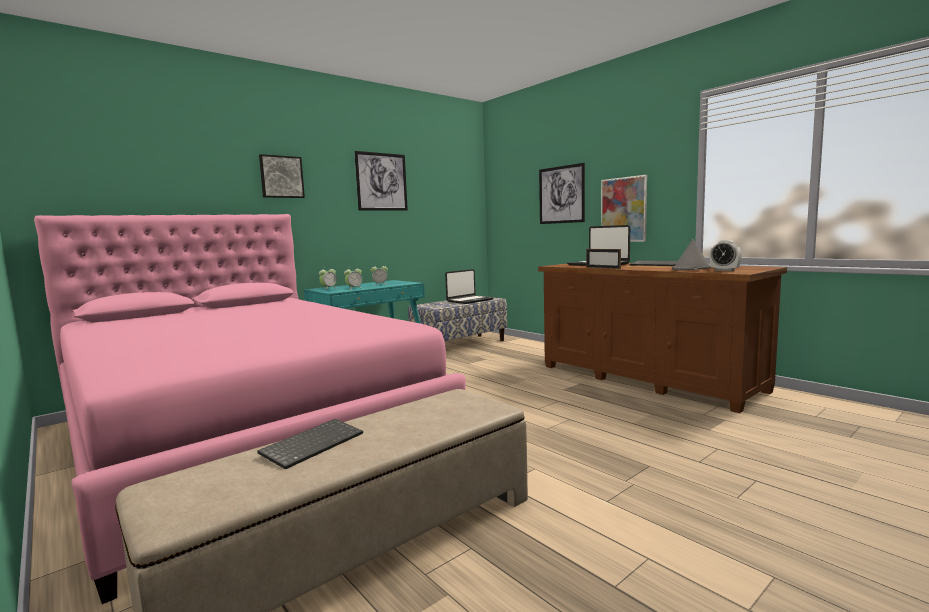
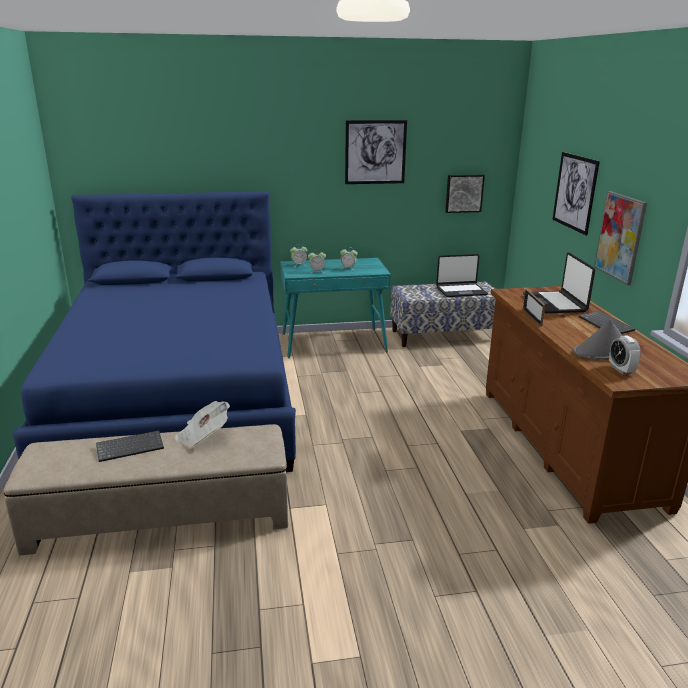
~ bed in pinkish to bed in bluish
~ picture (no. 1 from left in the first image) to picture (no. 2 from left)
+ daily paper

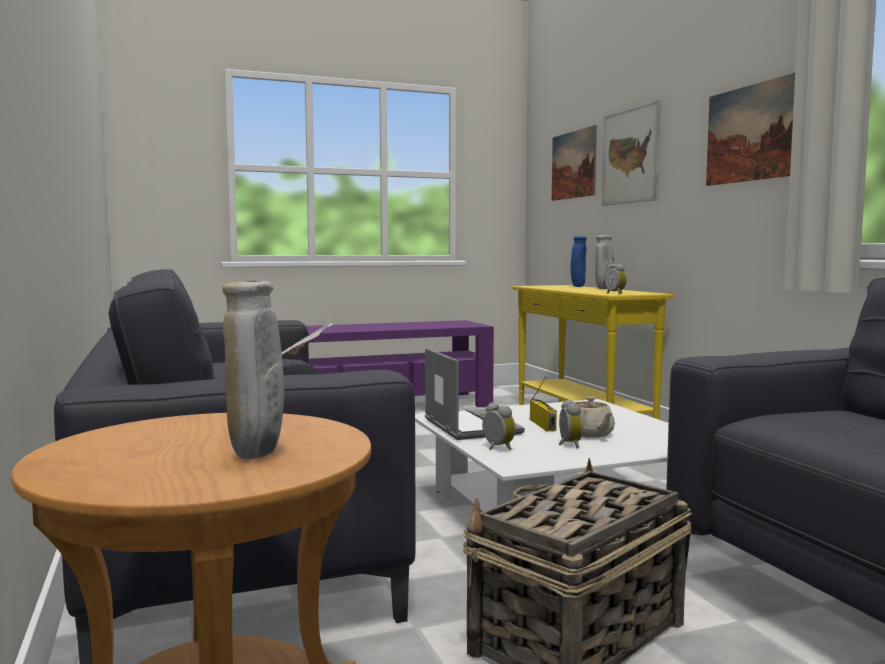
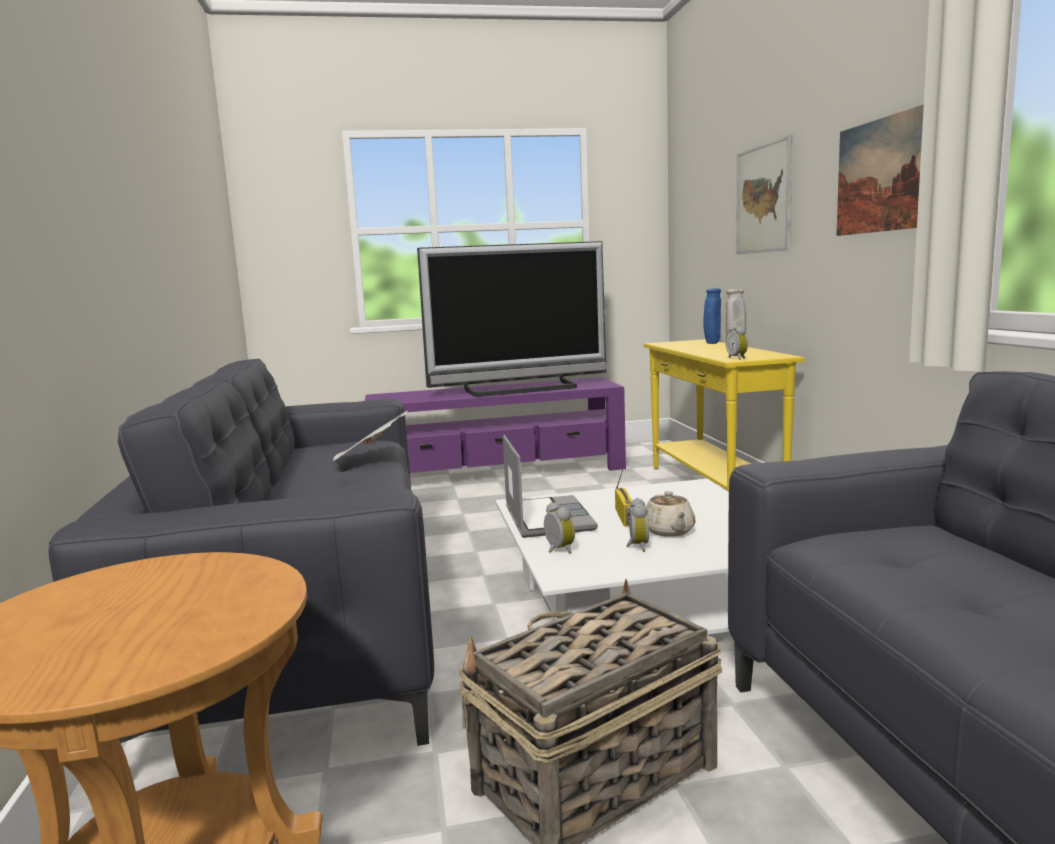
- decorative vase in sand-coloured (no. 1 from left)
- picture (no. 1 from left)
+ TV

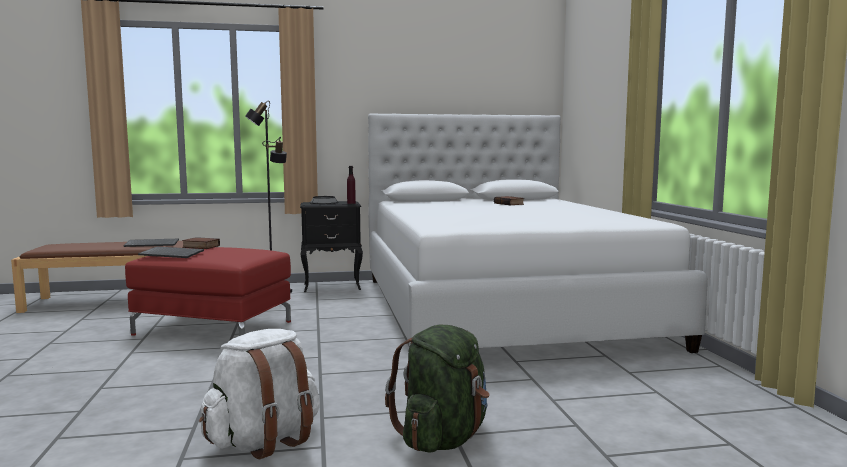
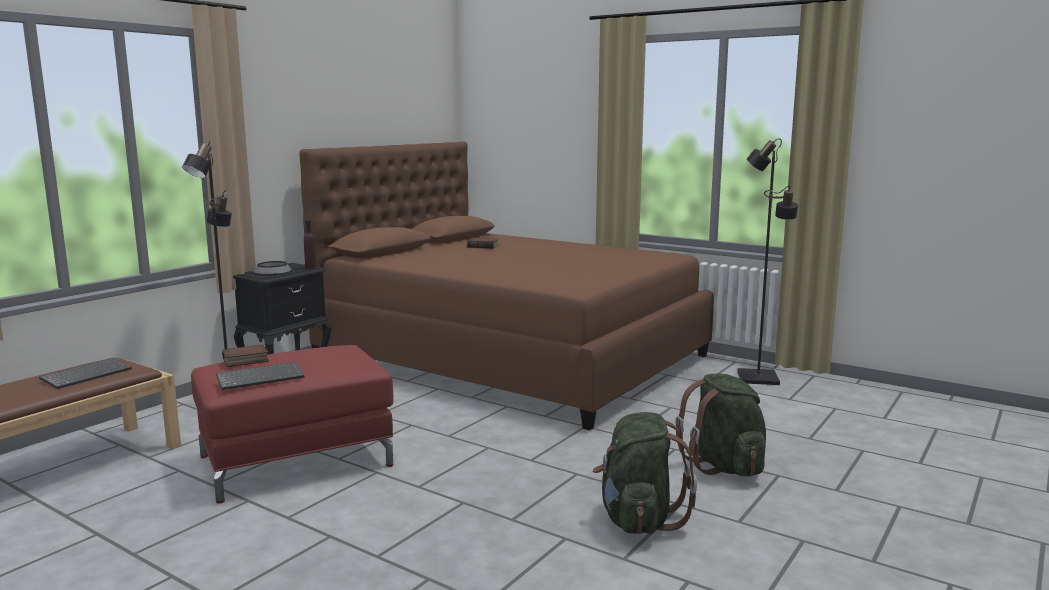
~ knapsack in white-coloured to knapsack in greenish (no. 1 from left)
~ bed in white-coloured to bed in brown-coloured
+ floor lamp in blackish (no. 2 from left)

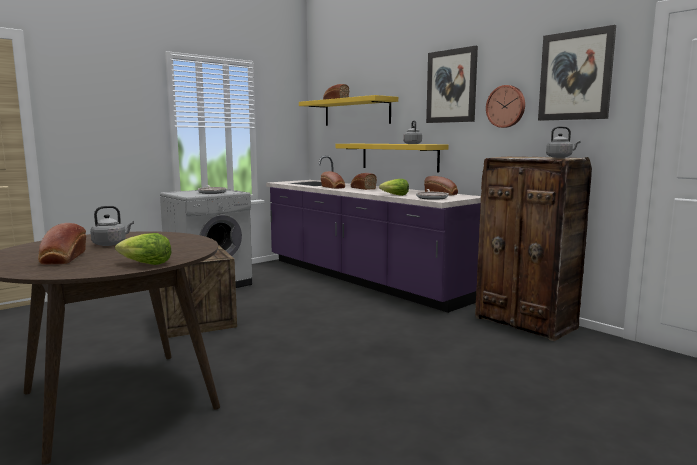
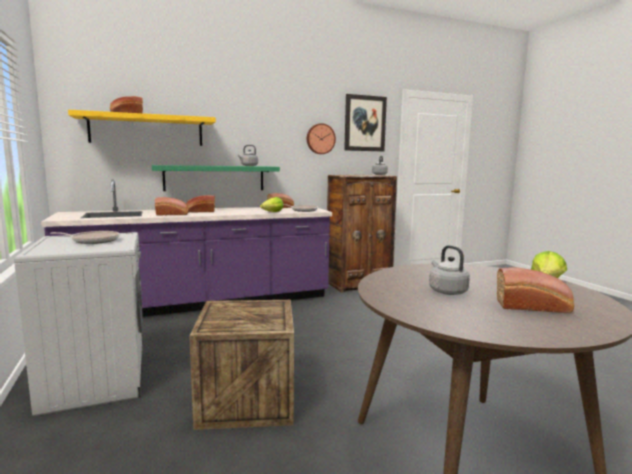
~ bracket shelf in yellow-coloured (no. 2 from left) to bracket shelf in greenish
- picture (no. 1 from left)

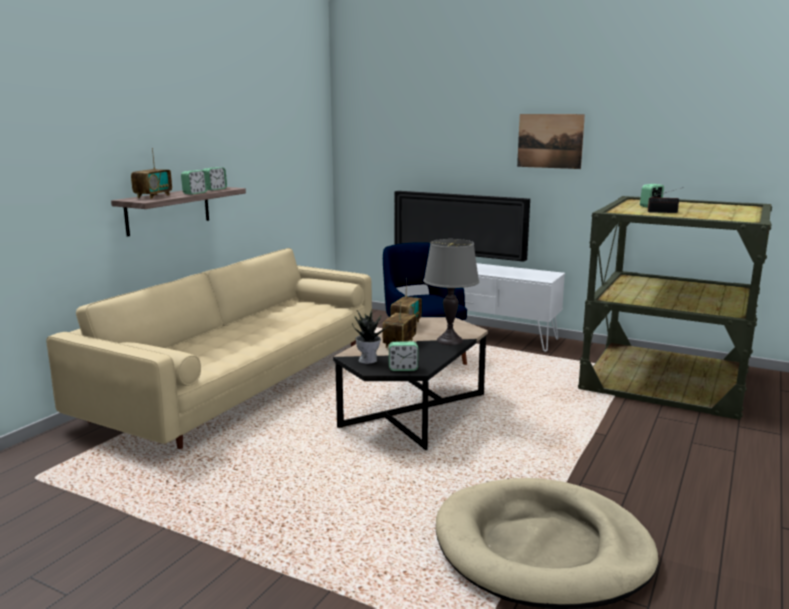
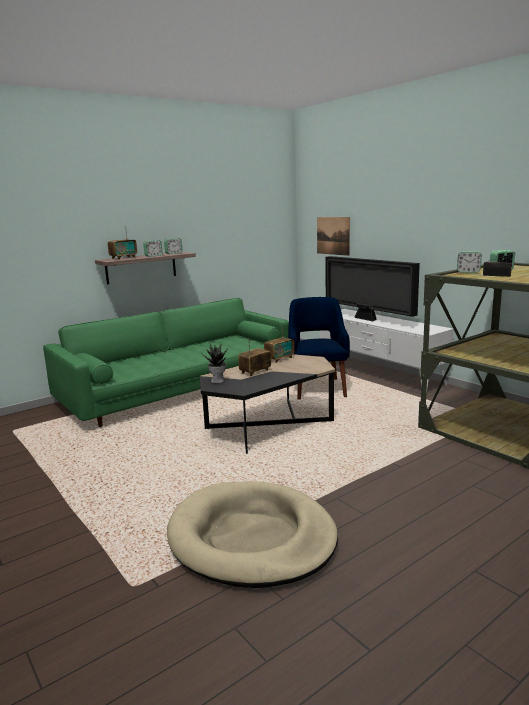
~ sofa in sand-coloured to sofa in greenish
~ table clock (no. 3 from left)
- table lamp in gray
~ picture

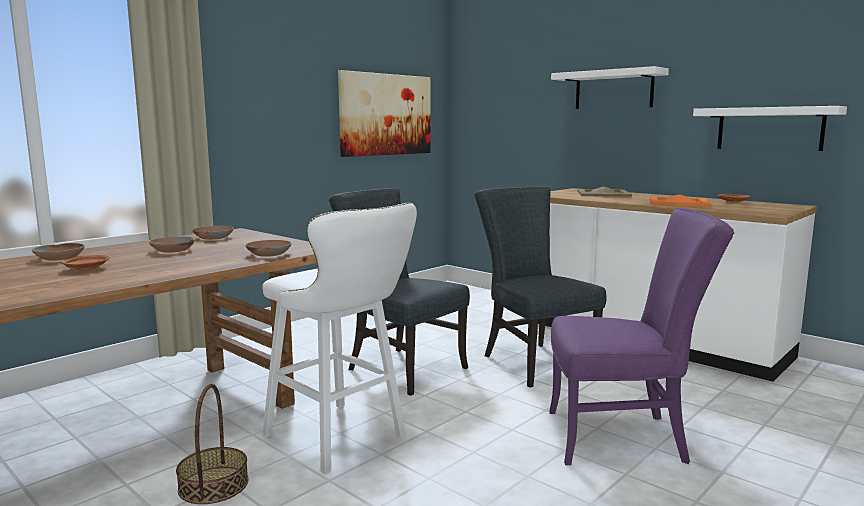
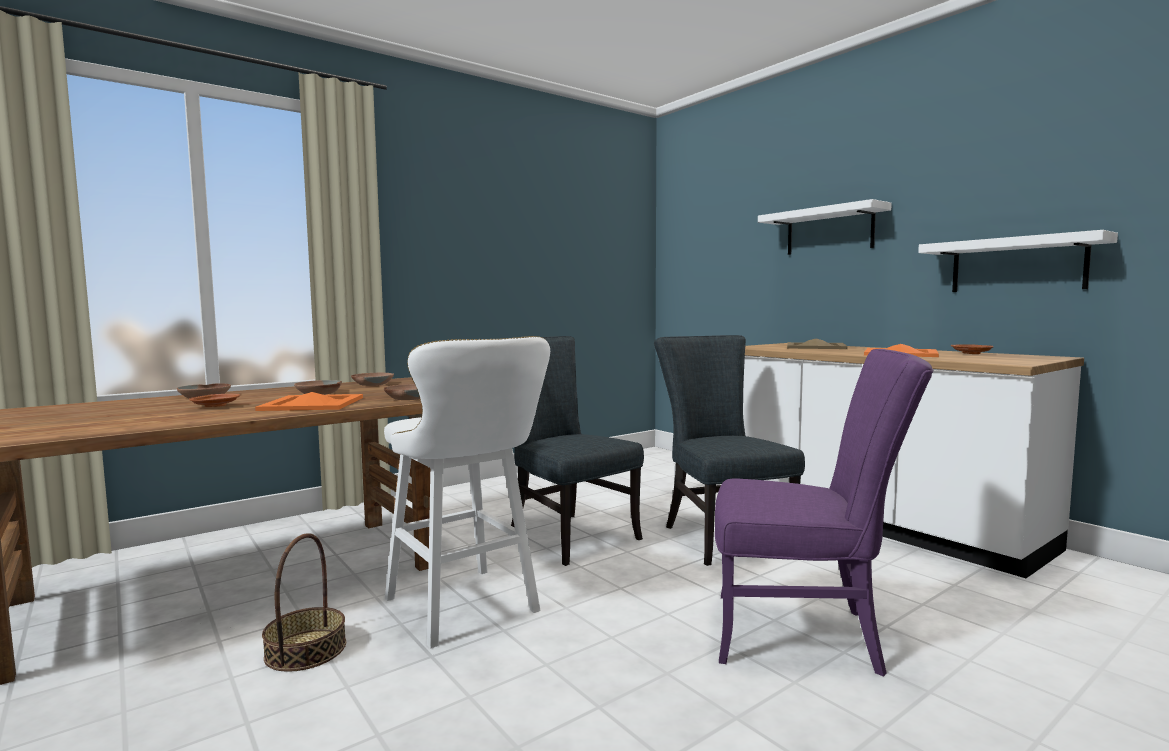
- picture
+ carrying tray in orangey (no. 1 from left)

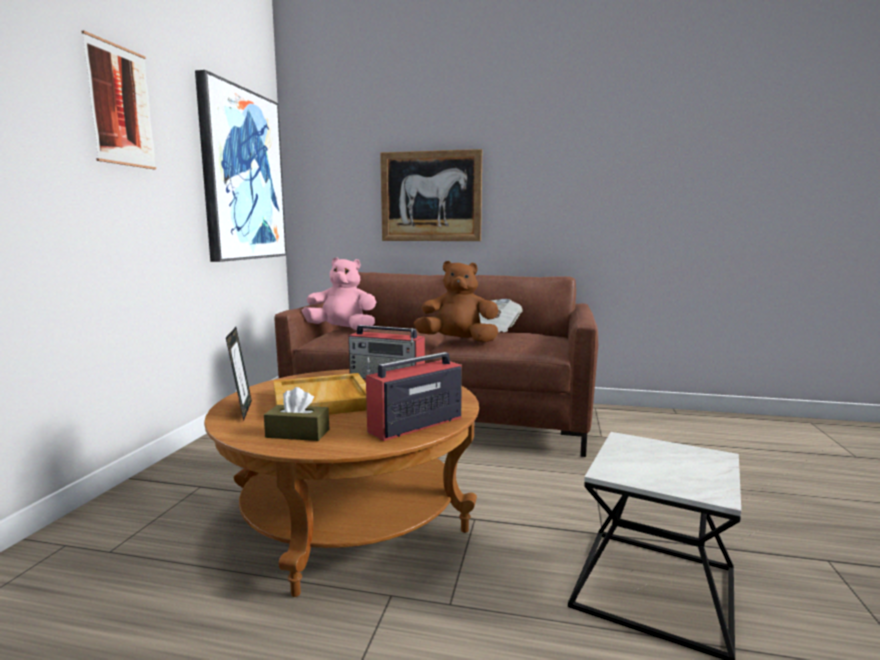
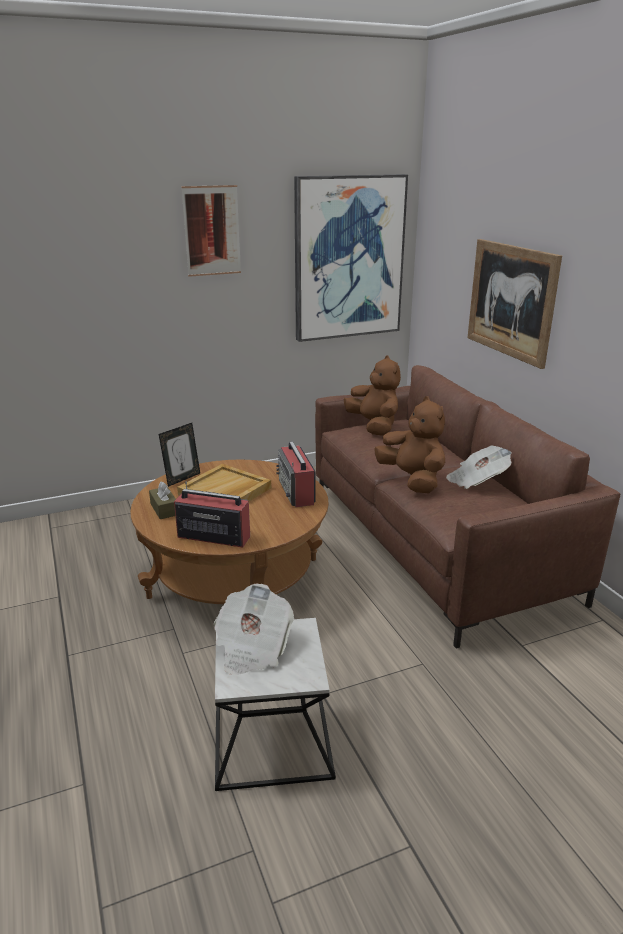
~ soft toy in pinkish to soft toy in brown-coloured (no. 1 from left)
+ daily paper (no. 1 from left)

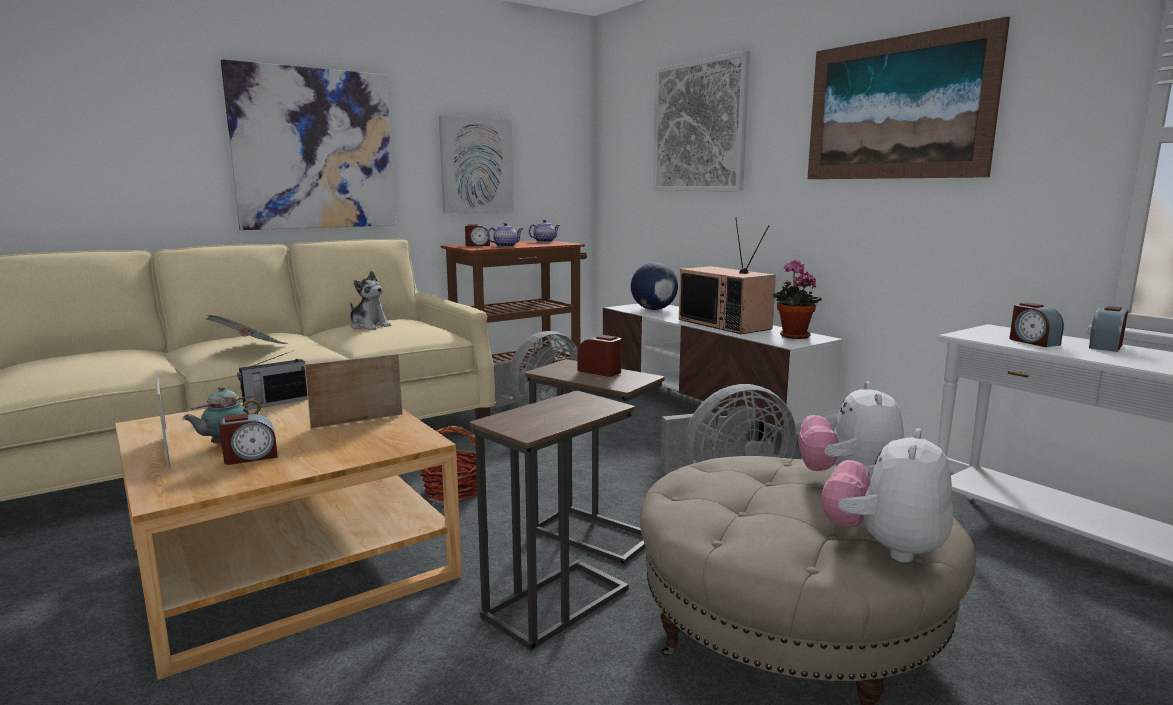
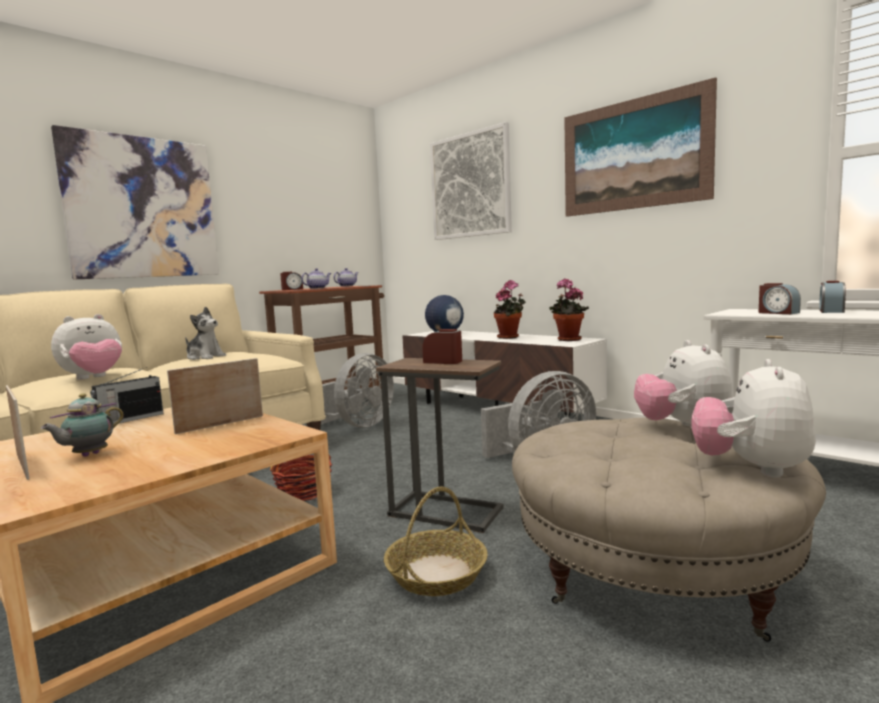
~ daily paper to soft toy (no. 1 from left)
- table clock (no. 1 from left)
- picture (no. 2 from left)
~ end table in brown-coloured (no. 1 from left) to basket (no. 2 from left)
~ TV to plant in a pot (no. 1 from left)

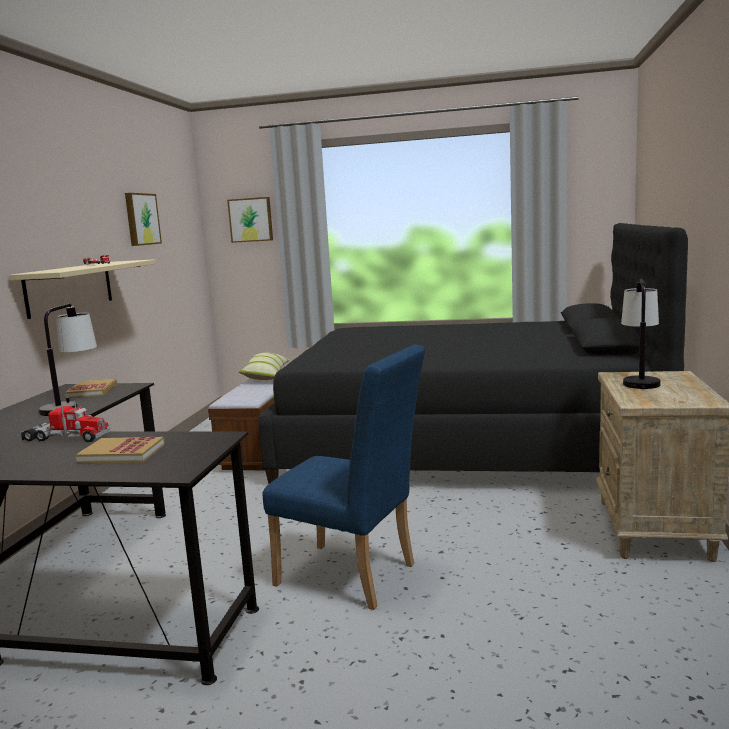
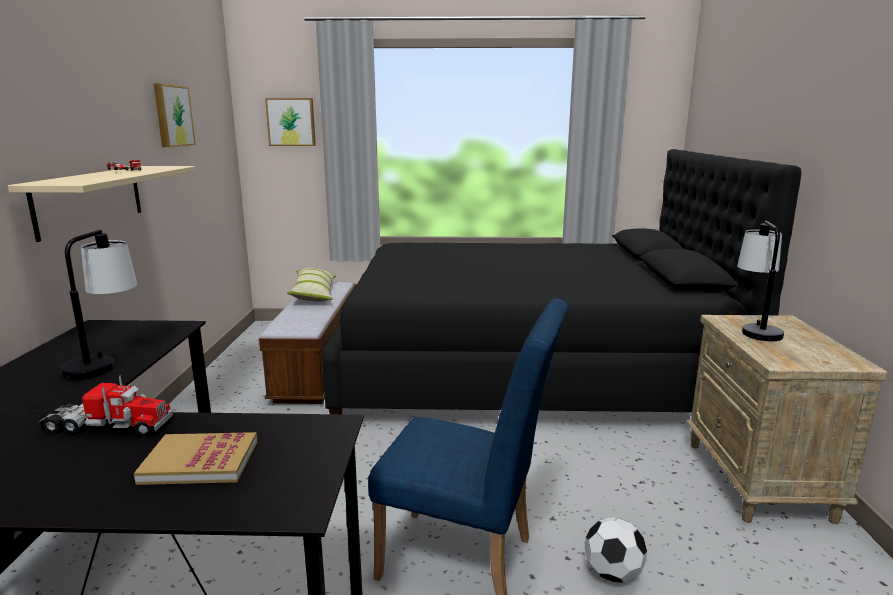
- volume (no. 1 from left)
+ football

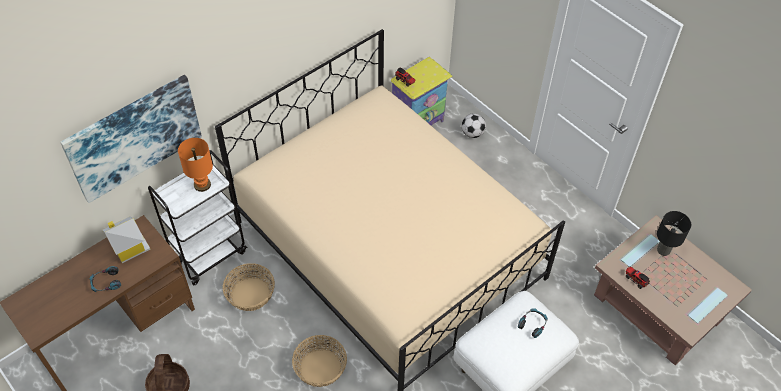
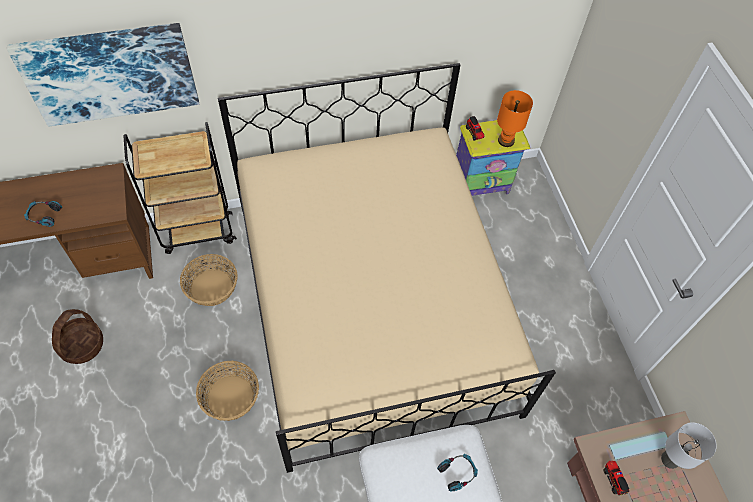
- model house
~ trolley in white-coloured to trolley in brown-coloured
~ table lamp in orangey
- football
~ table lamp in blackish to table lamp in white-coloured

